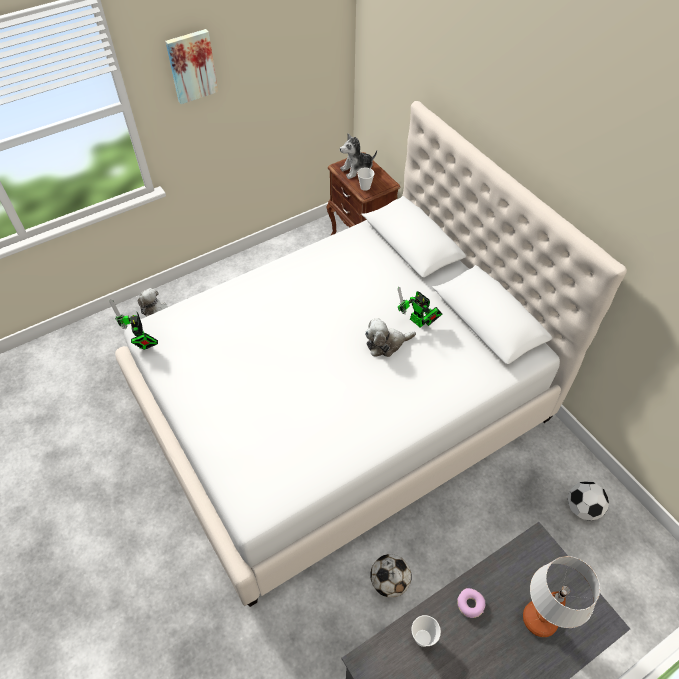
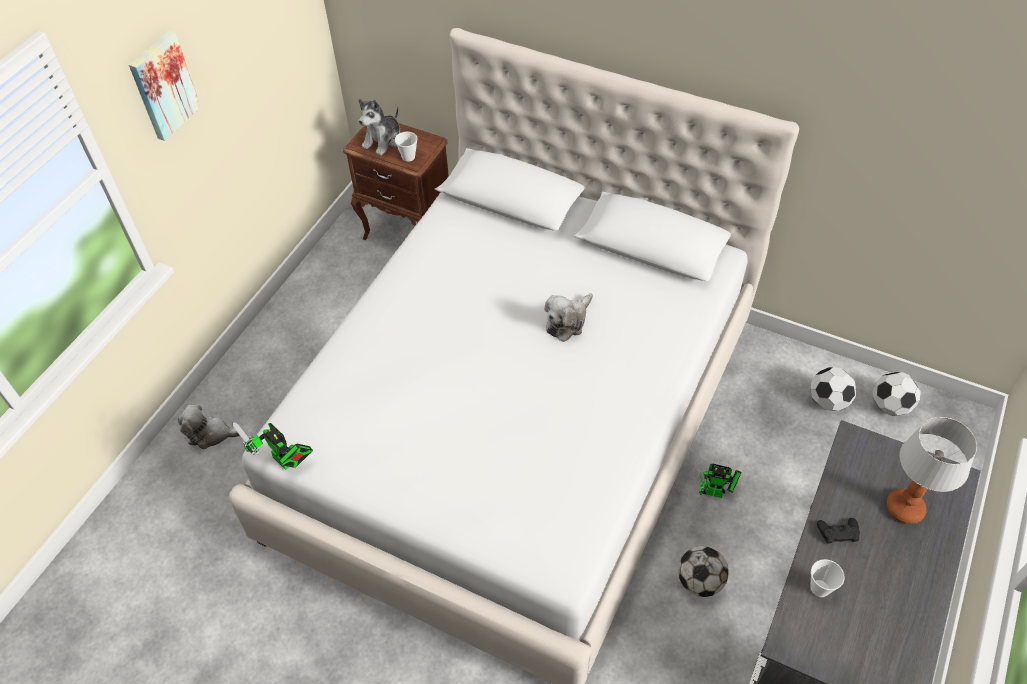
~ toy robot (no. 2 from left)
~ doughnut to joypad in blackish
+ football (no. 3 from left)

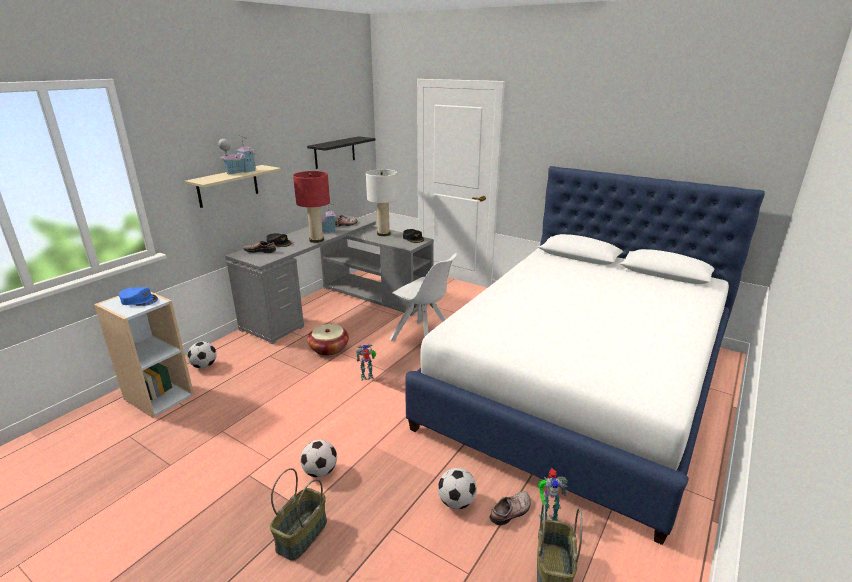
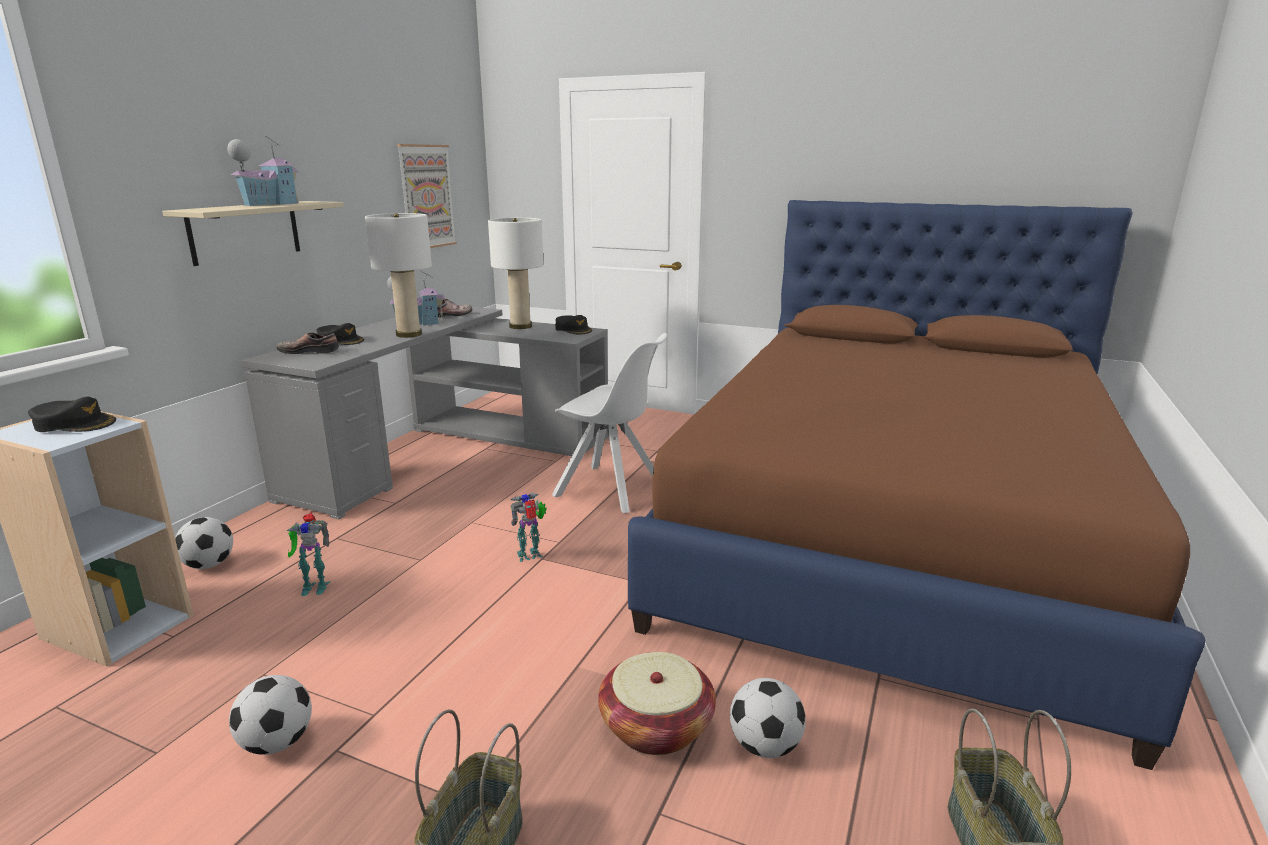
~ baseball cap in bluish to baseball cap in blackish (no. 1 from left)
~ table lamp in red-coloured to table lamp in white-coloured (no. 1 from left)
~ football (no. 2 from left)
~ bracket shelf in blackish to picture
~ basket (no. 2 from left)
~ bed in white-coloured to bed in brown-coloured
- shoe (no. 3 from left)
~ toy robot (no. 2 from left in the first image) to toy robot (no. 1 from left)

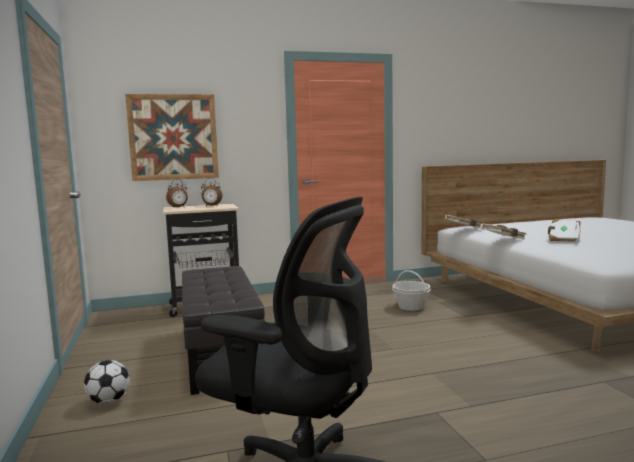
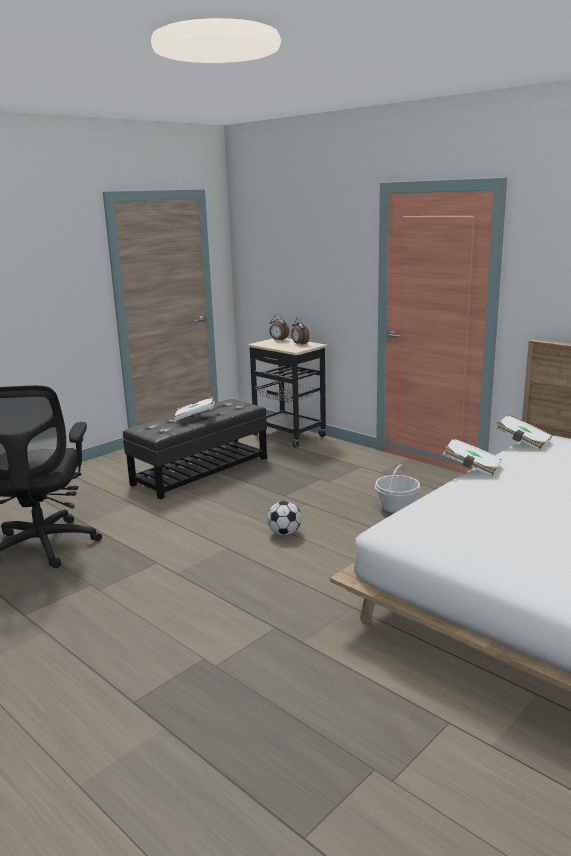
~ football
- picture
~ volume in white-coloured (no. 3 from left in the first image) to volume in white-coloured (no. 1 from left)

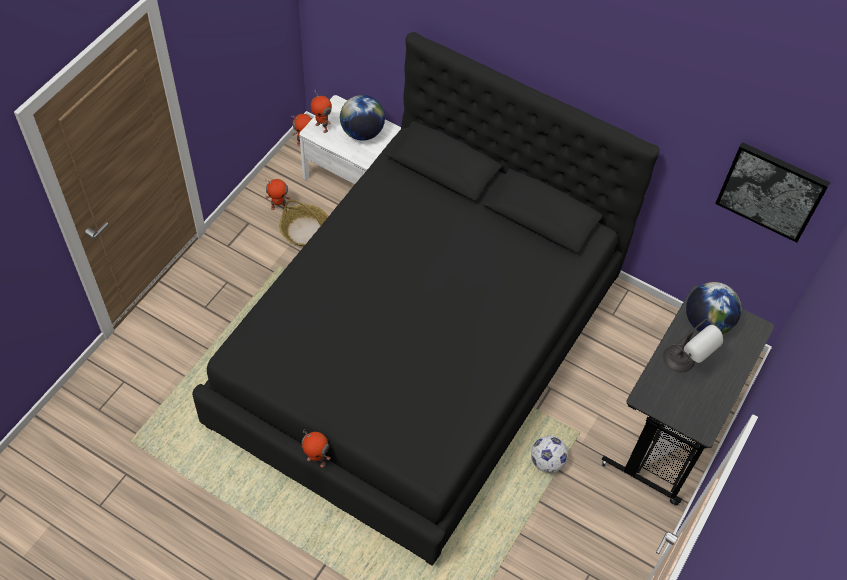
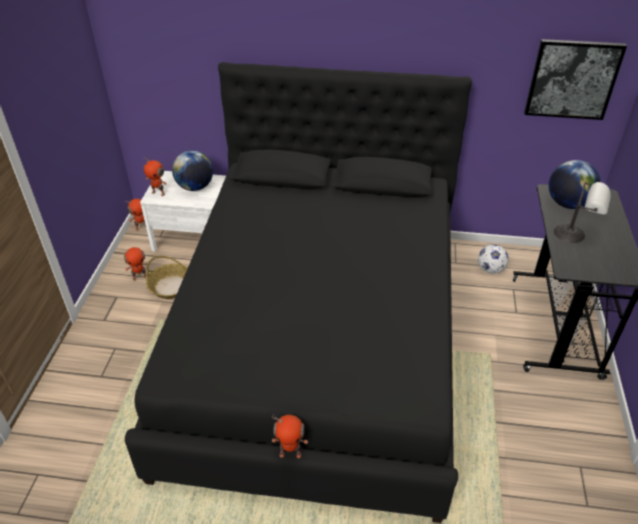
~ football

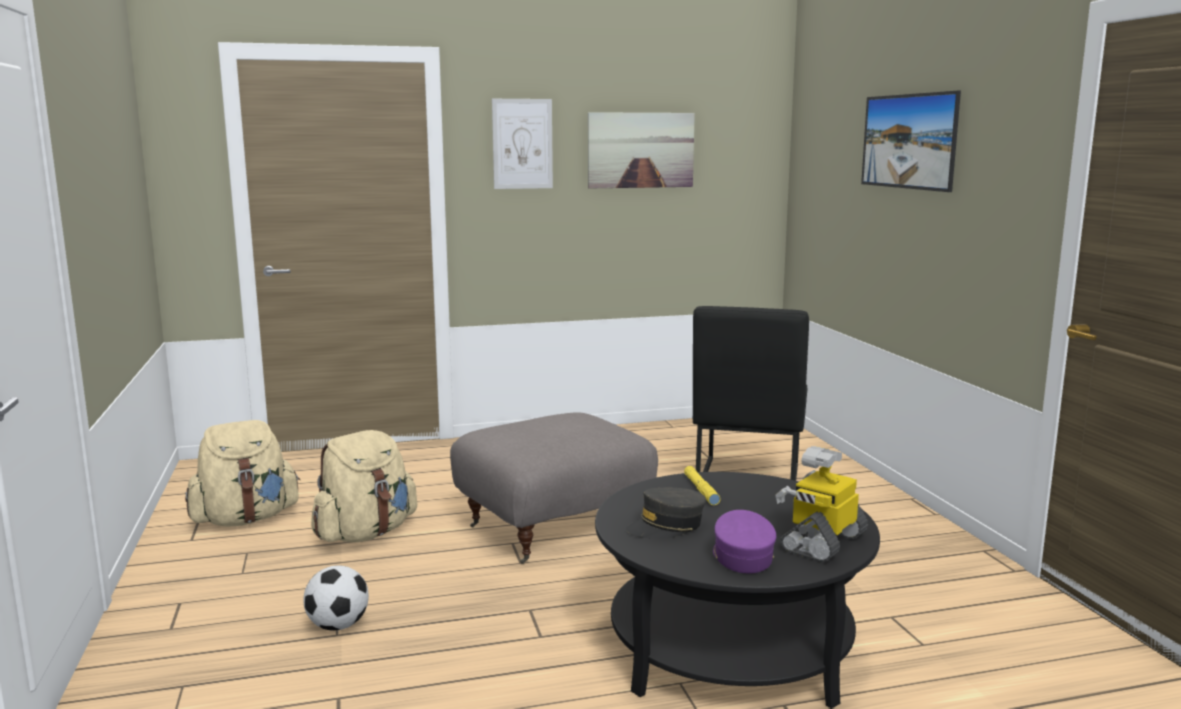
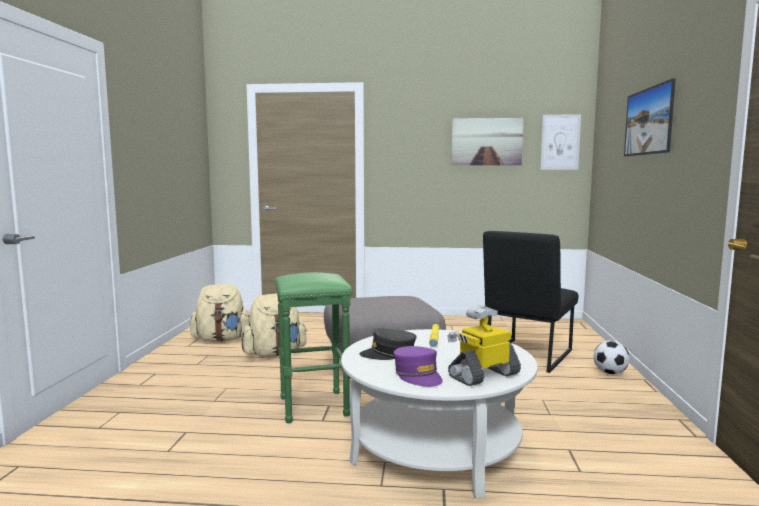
~ football
~ picture (no. 1 from left in the first image) to picture (no. 2 from left)
~ low table in blackish to low table in white-coloured
~ baseball cap in purple-coloured 135 degrees clockwise
+ stool seat in greenish

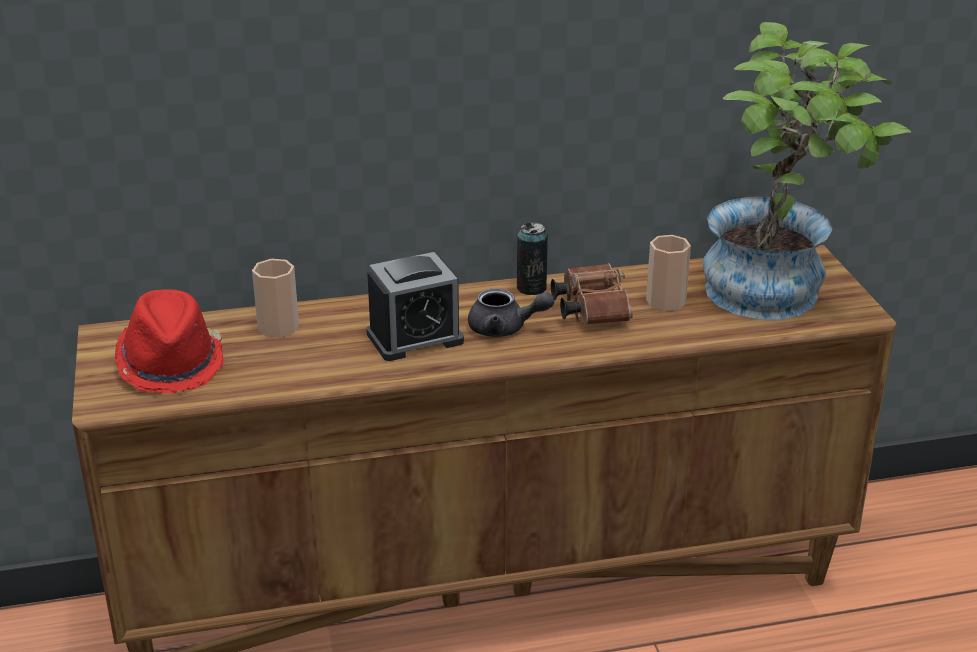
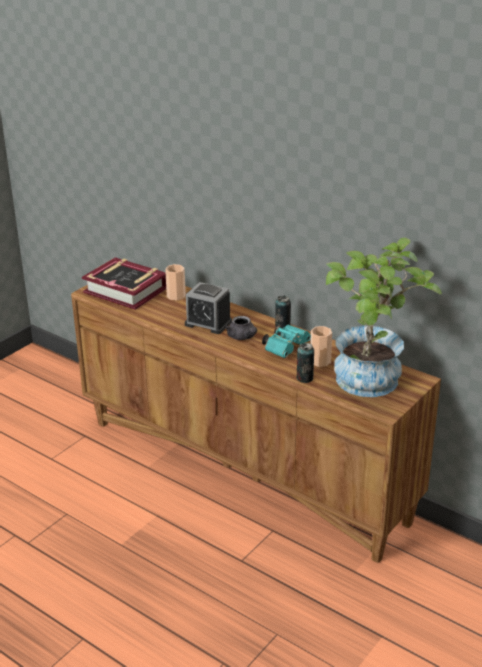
~ clothing hat in red-coloured to volume
~ binoculars in brown-coloured to binoculars in turquoise-coloured
+ sealed can (no. 2 from left)

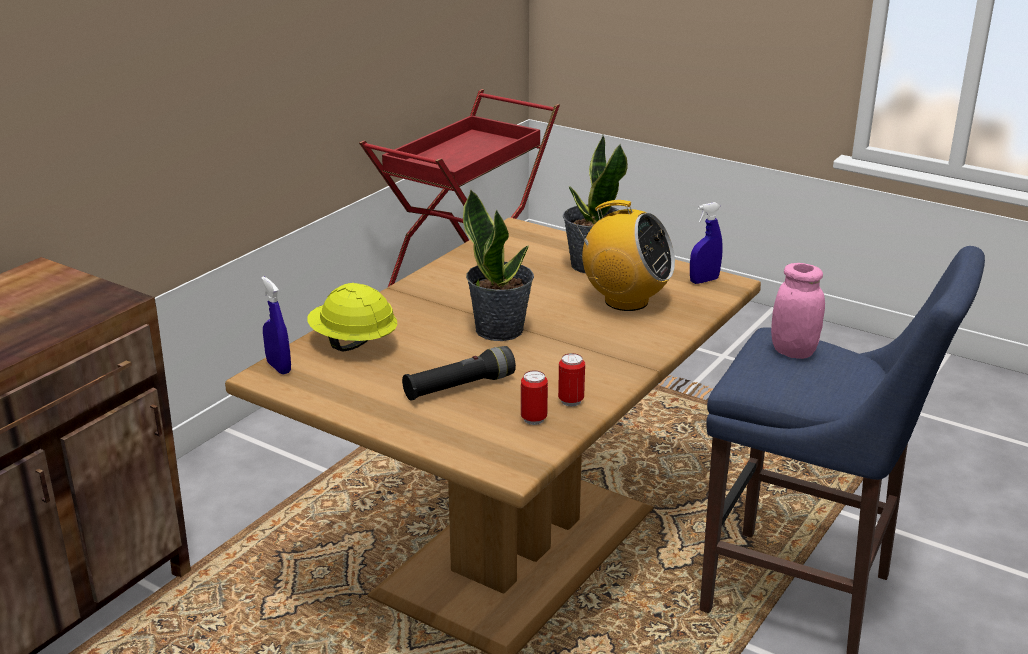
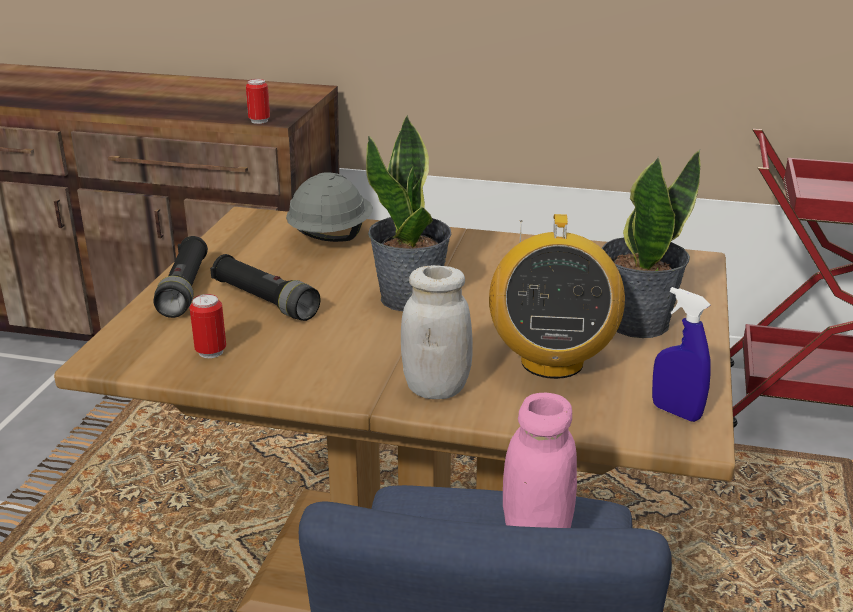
- hand sprayer in bluish (no. 1 from left)
~ hard hat in yellow-coloured to hard hat in gray
~ sealed can (no. 2 from left)
+ hand torch in blackish (no. 1 from left)
+ preserve jar in white-coloured

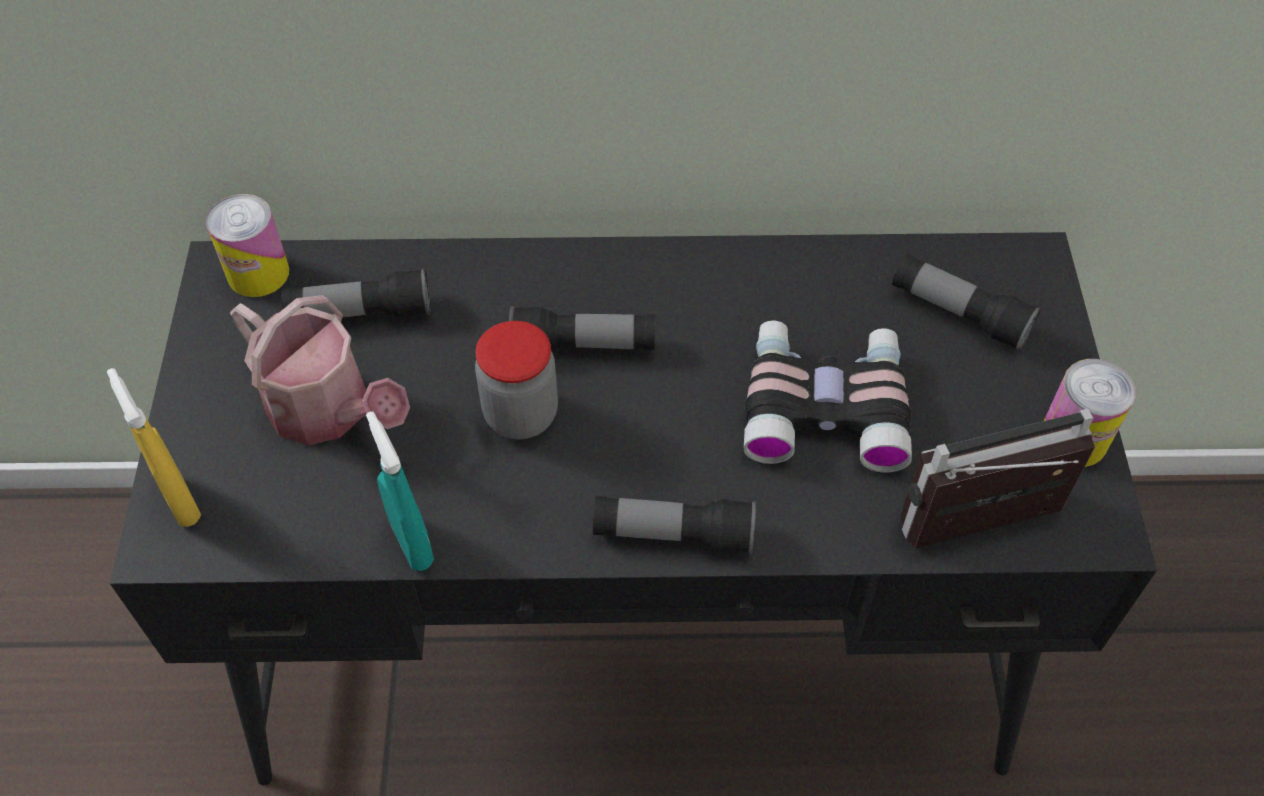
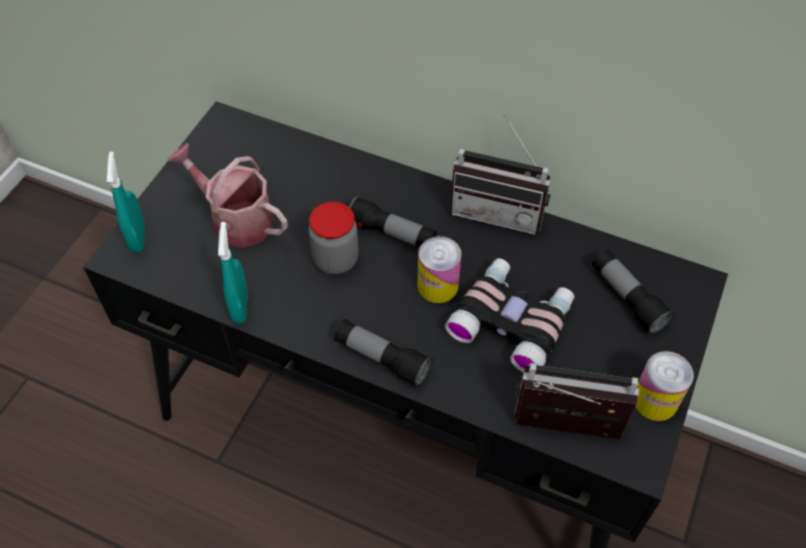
~ hand sprayer in yellow-coloured to hand sprayer in turquoise-coloured (no. 1 from left)
~ sealed can (no. 1 from left)
~ watering pot 150 degrees clockwise
- hand torch (no. 1 from left)
+ radio receiver (no. 1 from left)

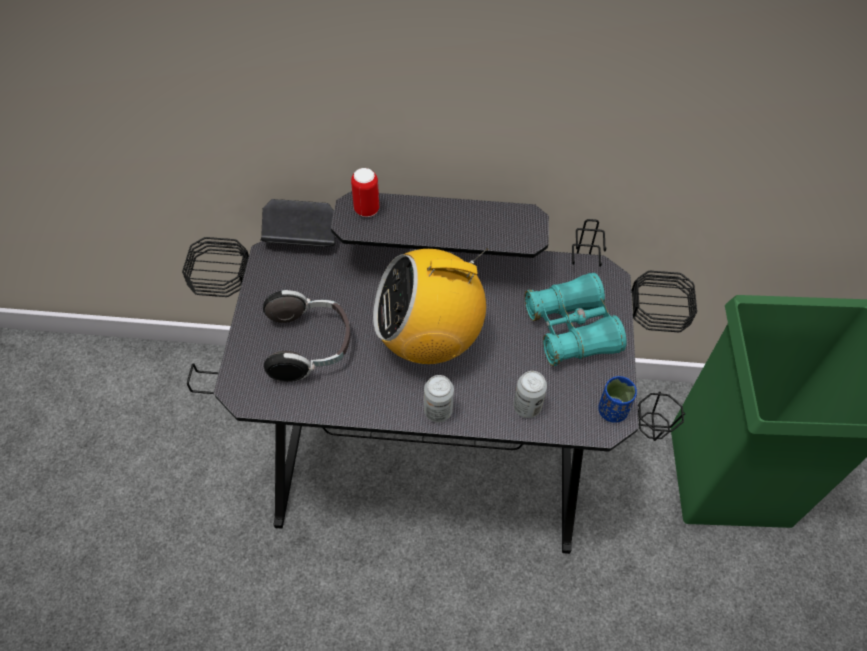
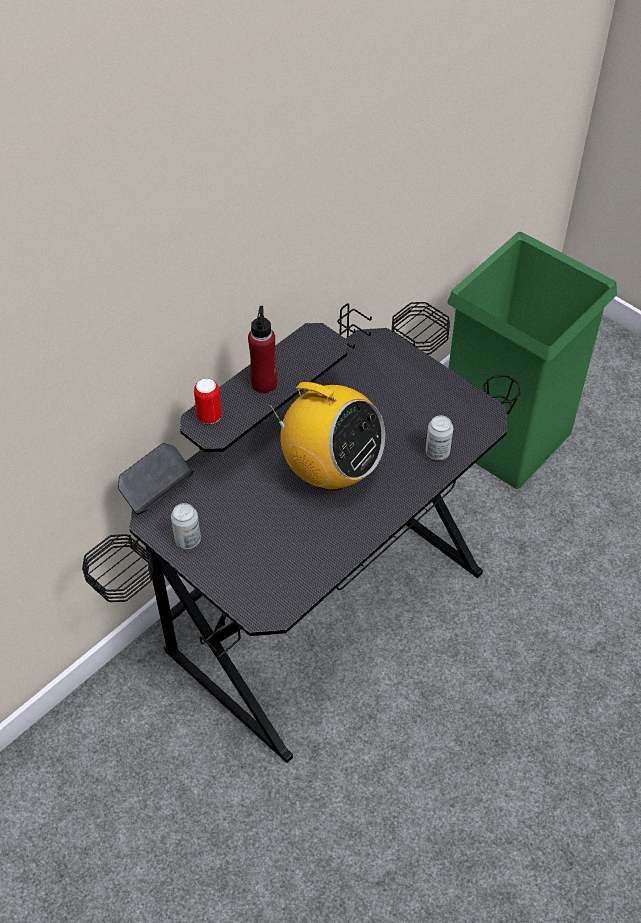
- headset
~ radio receiver 90 degrees counterclockwise
~ sealed can (no. 2 from left in the first image) to sealed can (no. 1 from left)
- binoculars in turquoise-coloured
- drinking cup in bluish
+ drink bottle in red-coloured

